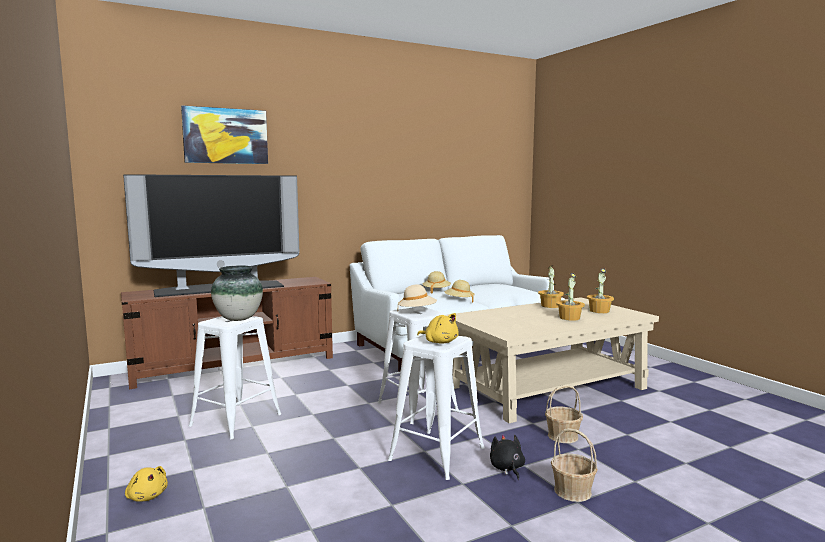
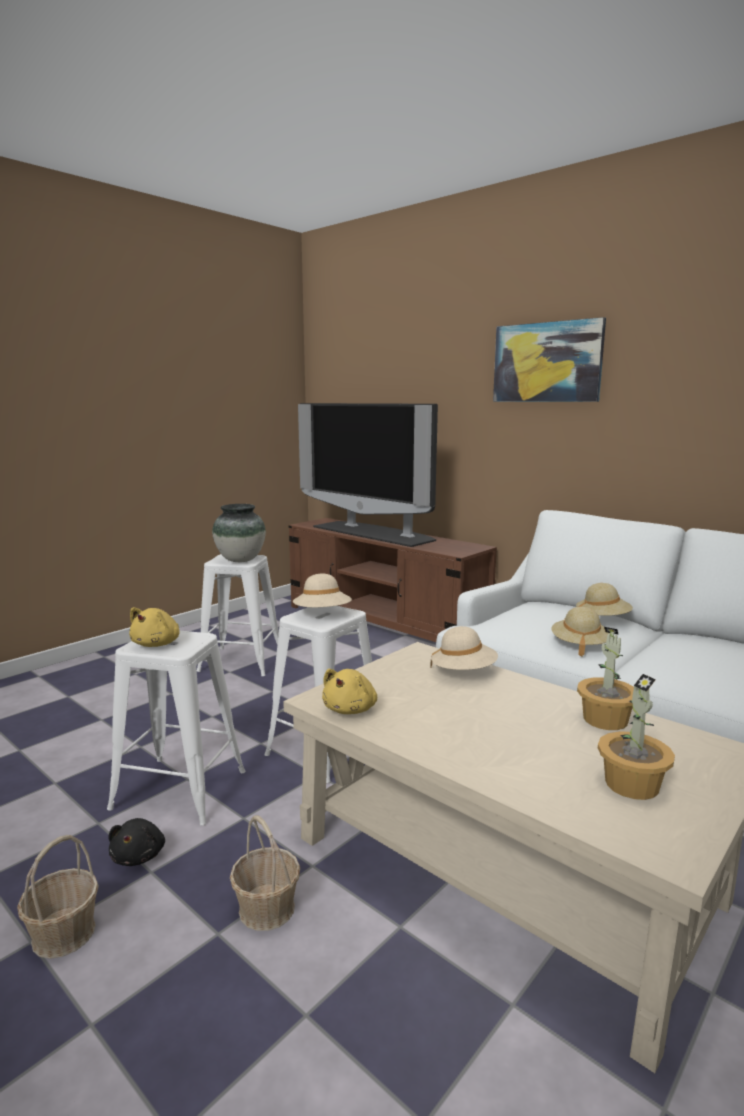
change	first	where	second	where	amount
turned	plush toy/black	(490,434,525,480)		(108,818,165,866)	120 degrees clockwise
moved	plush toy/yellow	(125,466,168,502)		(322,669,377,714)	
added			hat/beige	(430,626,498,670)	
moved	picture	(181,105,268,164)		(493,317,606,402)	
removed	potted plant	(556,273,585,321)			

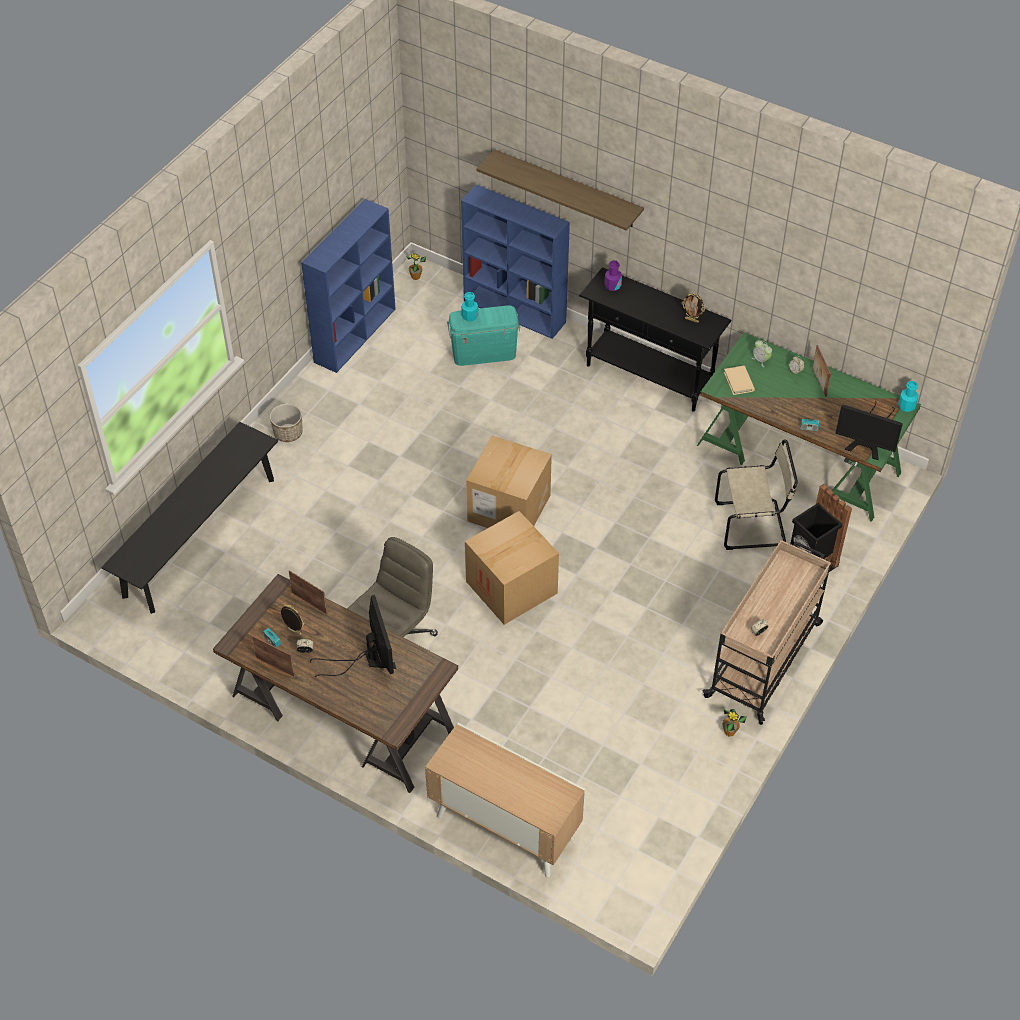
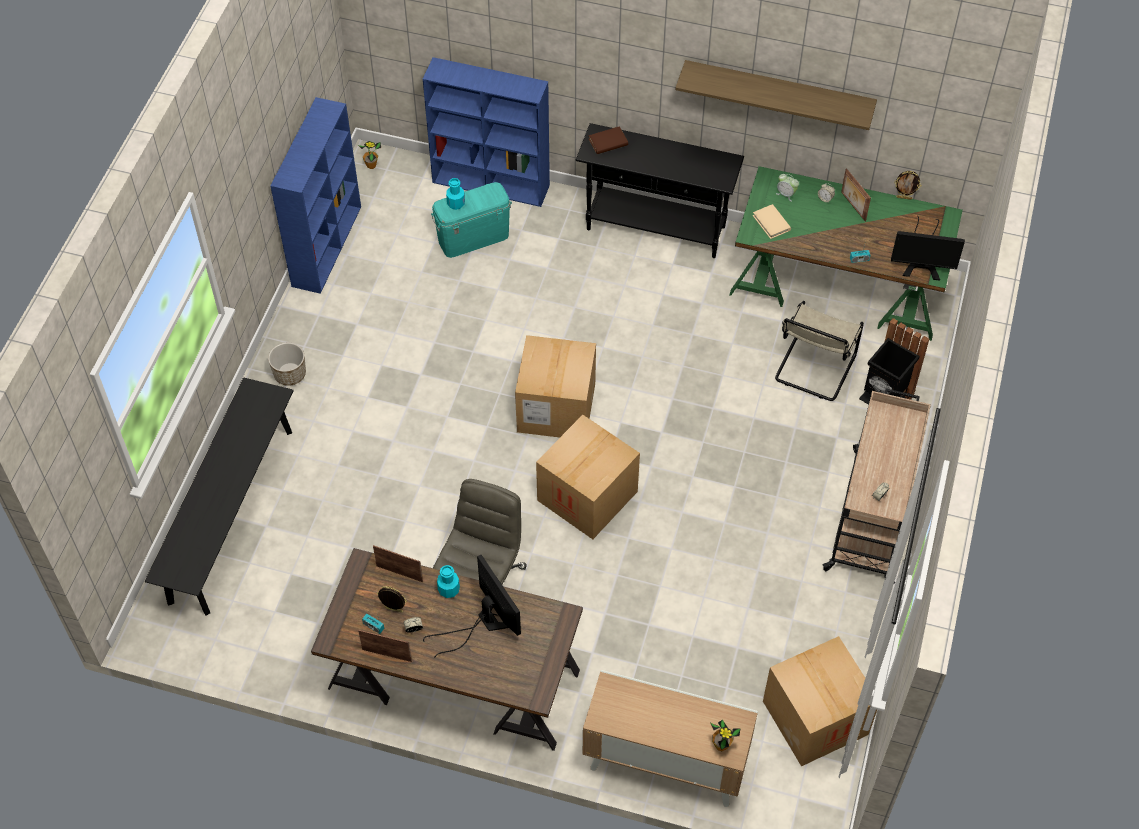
change	first	where	second	where	amount
moved	bottle/turquoise	(898,381,919,412)		(437,565,460,598)	
replaced	bottle/purple	(605,260,622,291)	book/brown	(589,126,628,154)	
moved	shelf	(476,150,644,231)		(675,60,877,130)	
moved	potted plant	(722,708,746,737)		(710,720,740,751)	
added			cardboard box	(763,636,877,766)	
turned	chair/beige	(715,439,798,550)		(775,301,864,401)	135 degrees clockwise
moved	picture frame	(682,293,705,323)		(894,171,921,200)	

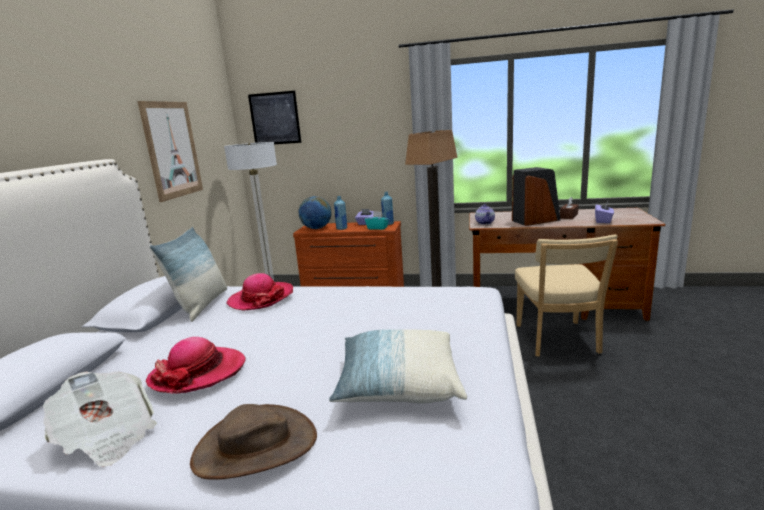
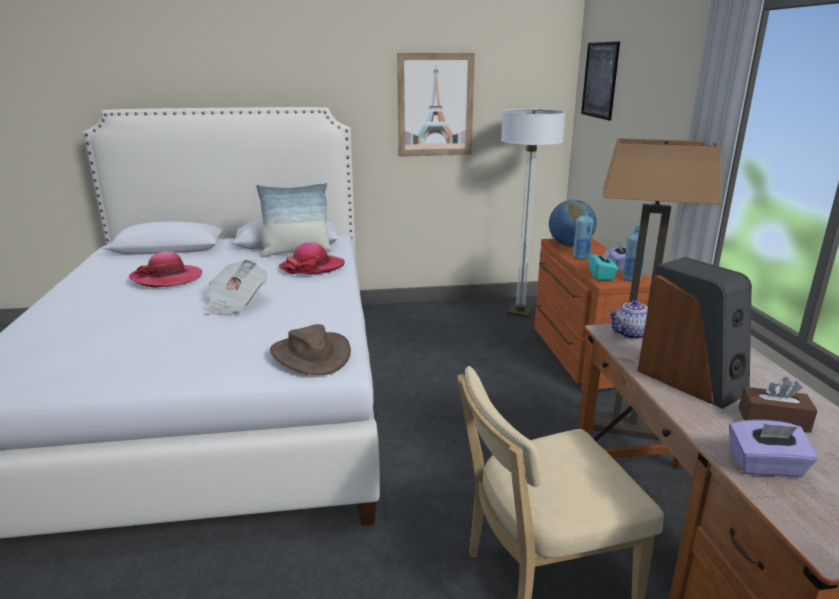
change	first	where	second	where	amount
moved	newspaper	(43,371,157,467)		(204,259,267,315)	
moved	hat/brown	(190,404,317,480)		(270,324,351,375)	
removed	pillow	(329,329,467,404)			

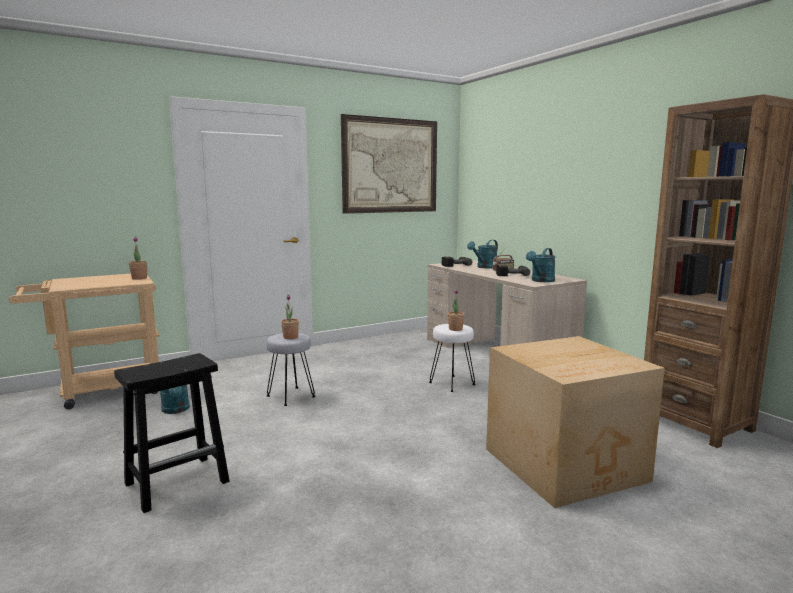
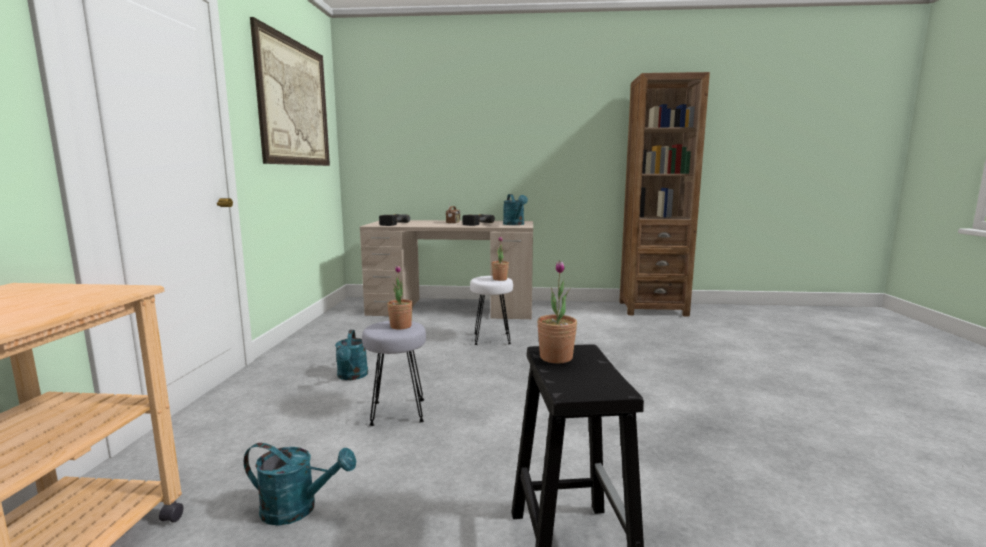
change	first	where	second	where	amount
moved	watering can/turquoise	(467,240,498,269)		(335,330,368,380)	
moved	potted plant	(129,237,147,280)		(537,261,577,363)	
removed	cardboard box	(486,336,665,508)			

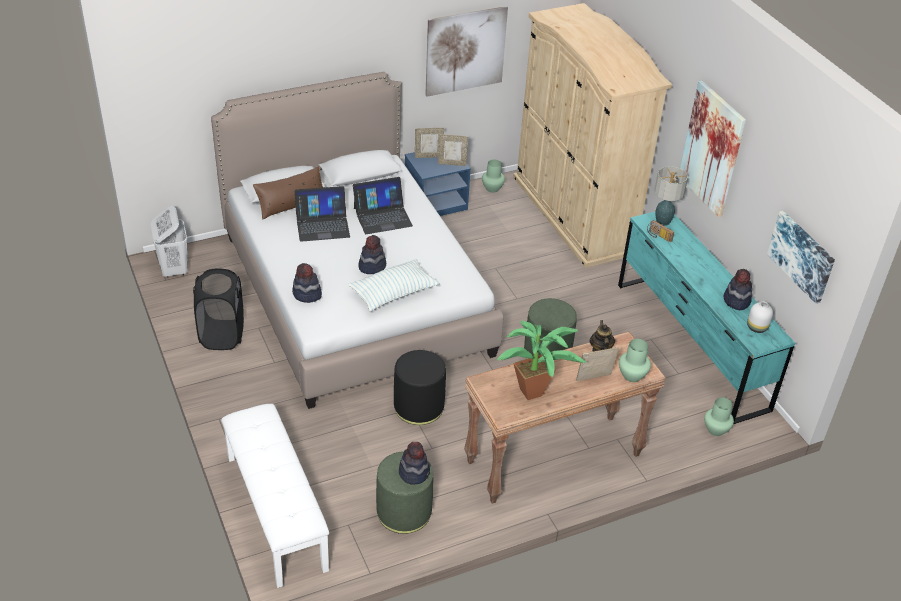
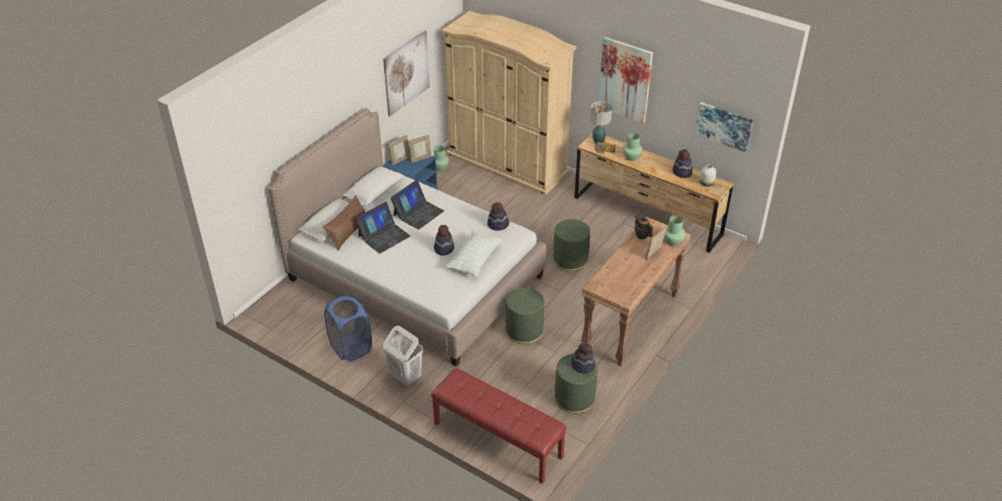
change	first	where	second	where	amount
recoloured	laundry basket/black	(193,269,244,350)	laundry basket/blue	(324,295,372,361)	
moved	laundry basket/white	(151,206,187,278)		(383,326,423,386)	
recoloured	bench/white	(221,404,329,588)	bench/red	(431,368,567,484)	
moved	hat	(292,263,322,303)		(487,203,509,231)	
recoloured	ottoman/black	(394,350,446,425)	ottoman/green	(505,288,544,344)	
recoloured	dresser/turquoise	(618,211,795,425)	dresser/brown	(574,134,733,253)	
moved	vase/green	(704,397,734,436)		(623,133,642,161)	
removed	potted plant	(497,320,586,400)			

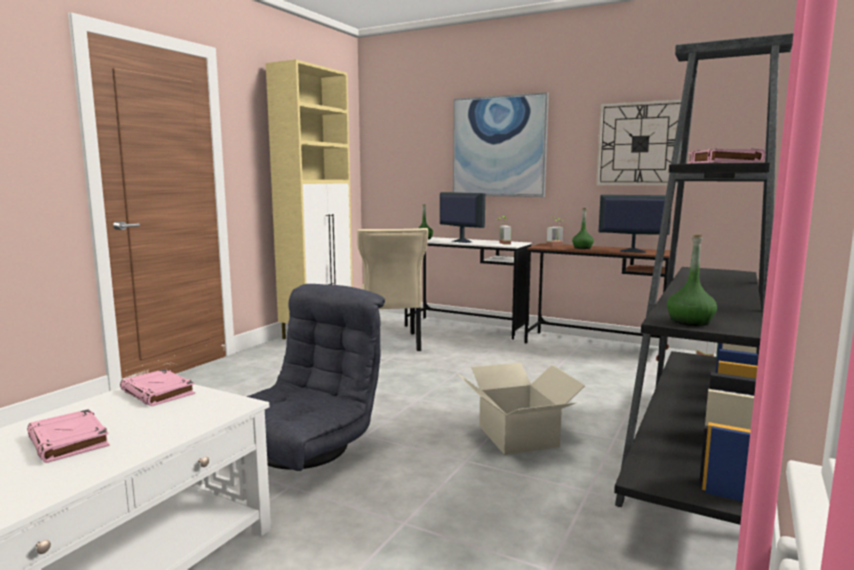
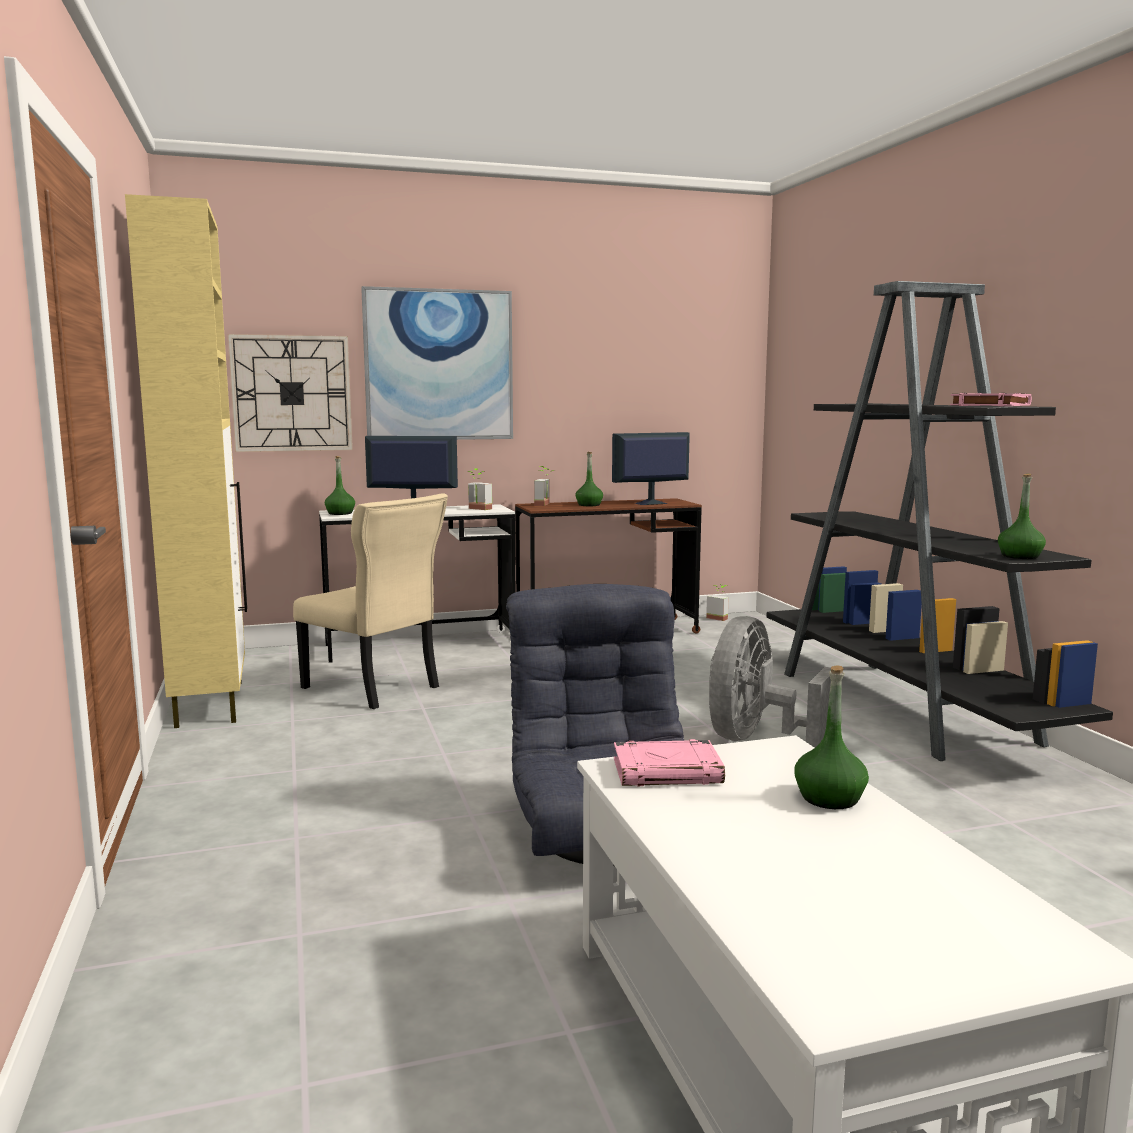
change	first	where	second	where	amount
moved	wall clock	(596,99,682,186)		(228,334,353,452)	
replaced	cardboard box	(458,362,585,455)	fan/grey	(709,616,831,748)	
added			bottle/green	(794,665,869,809)	
removed	book/pink	(27,409,110,463)			

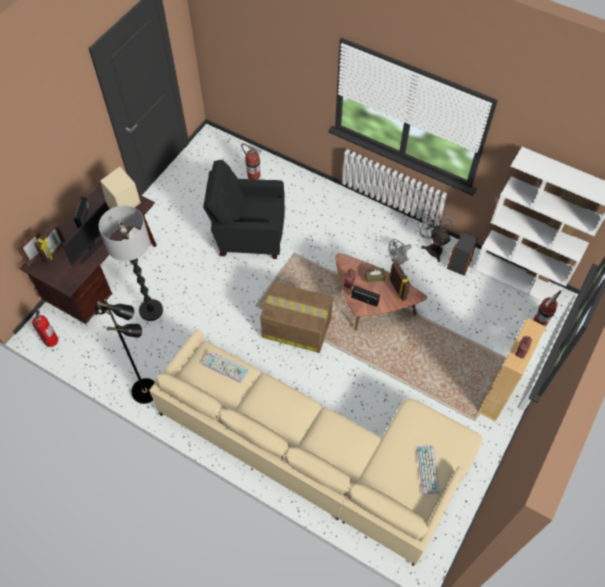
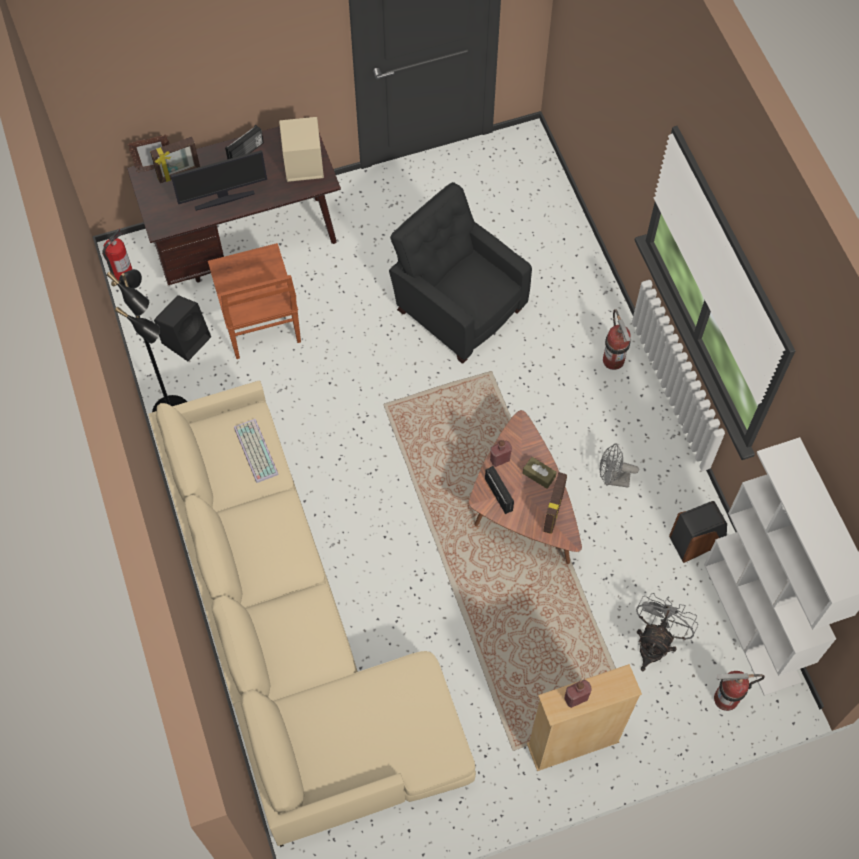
change	first	where	second	where	amount
added			speaker/black	(154,295,211,361)	
replaced	floor lamp	(99,206,163,321)	chair/brown	(208,243,301,359)	
moved	fire extinguisher	(241,143,262,179)		(603,309,631,370)	
moved	fan/grey	(418,210,455,262)		(636,593,698,671)	
removed	cardboard box	(260,282,333,353)			
removed	keyboard	(417,445,440,494)			

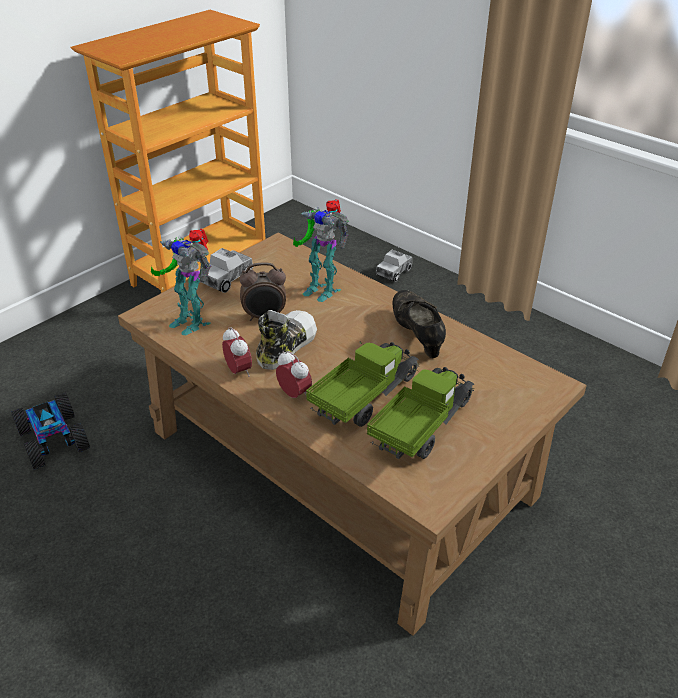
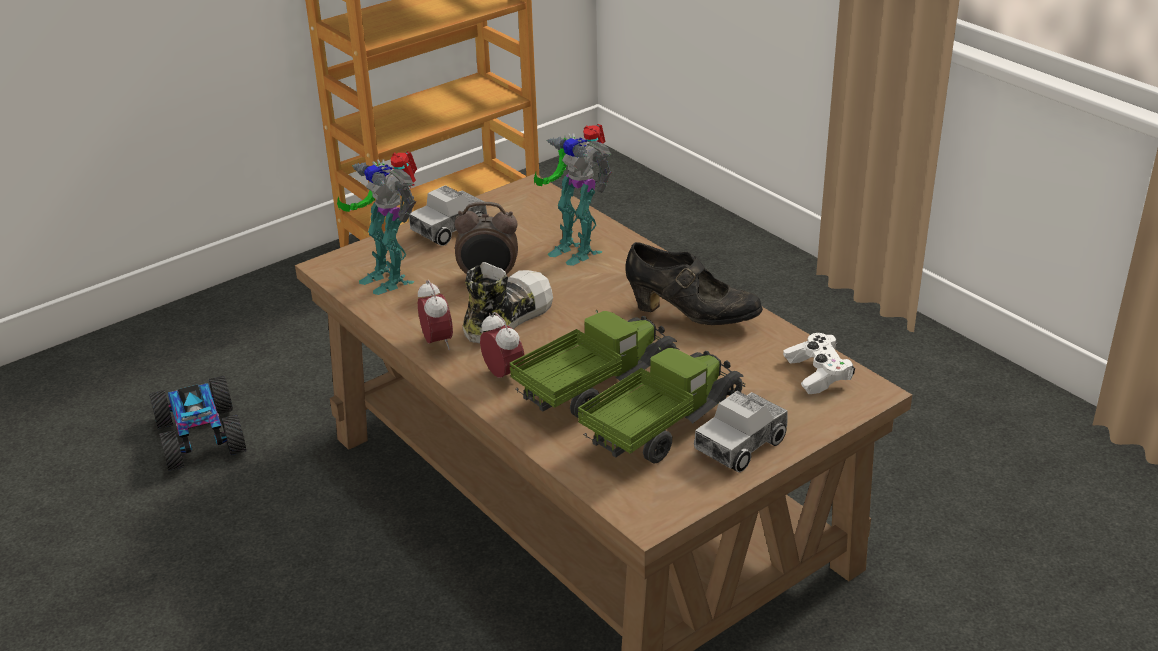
change	first	where	second	where	amount
turned	shoe/black	(393,290,446,358)		(625,242,763,325)	120 degrees clockwise
moved	toy truck	(376,250,412,282)		(694,391,788,472)	
added			game controller/white	(783,333,855,394)	

